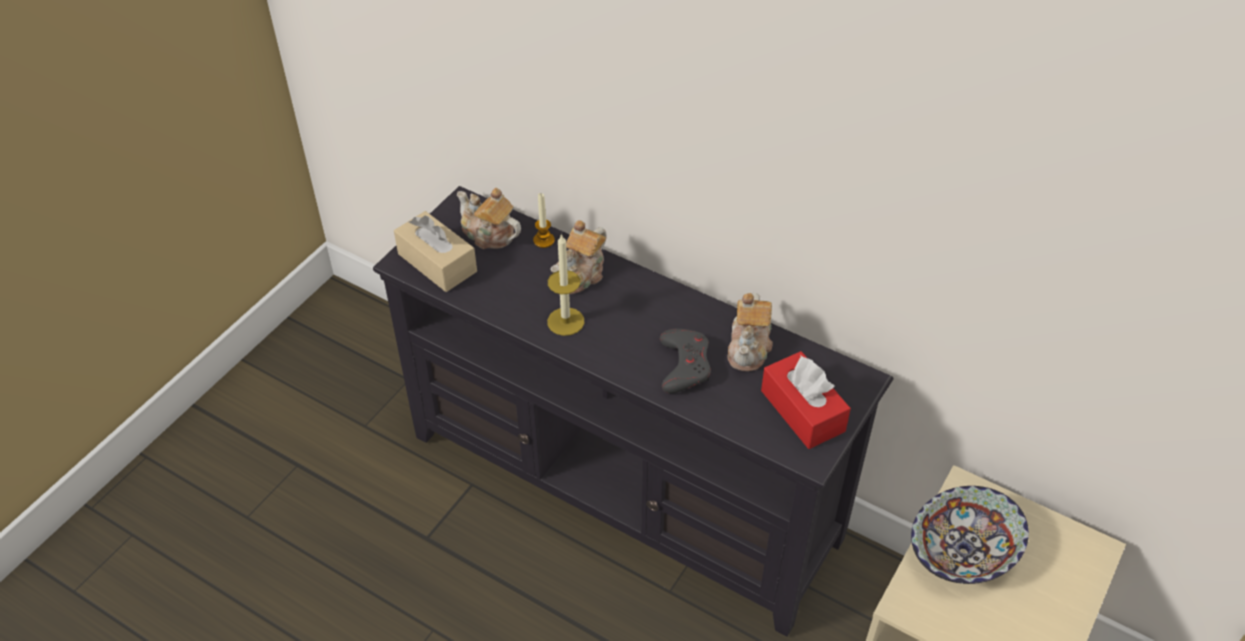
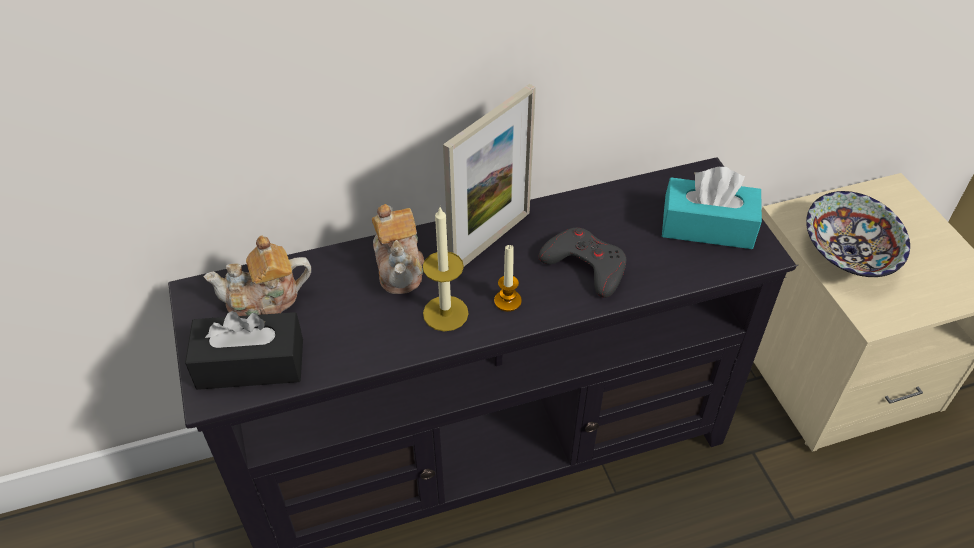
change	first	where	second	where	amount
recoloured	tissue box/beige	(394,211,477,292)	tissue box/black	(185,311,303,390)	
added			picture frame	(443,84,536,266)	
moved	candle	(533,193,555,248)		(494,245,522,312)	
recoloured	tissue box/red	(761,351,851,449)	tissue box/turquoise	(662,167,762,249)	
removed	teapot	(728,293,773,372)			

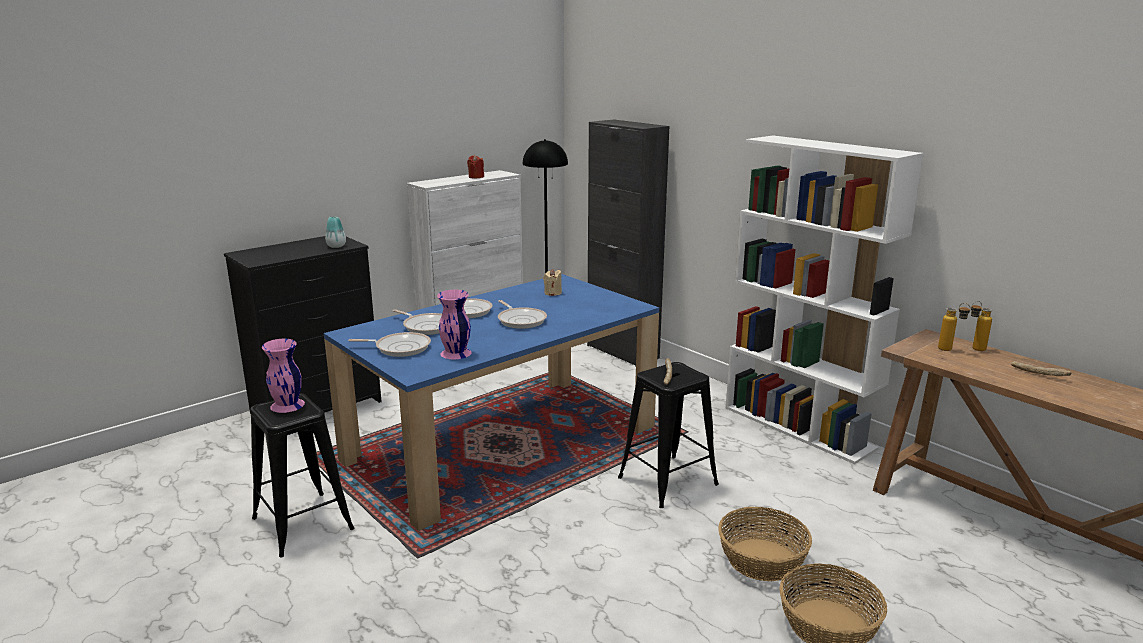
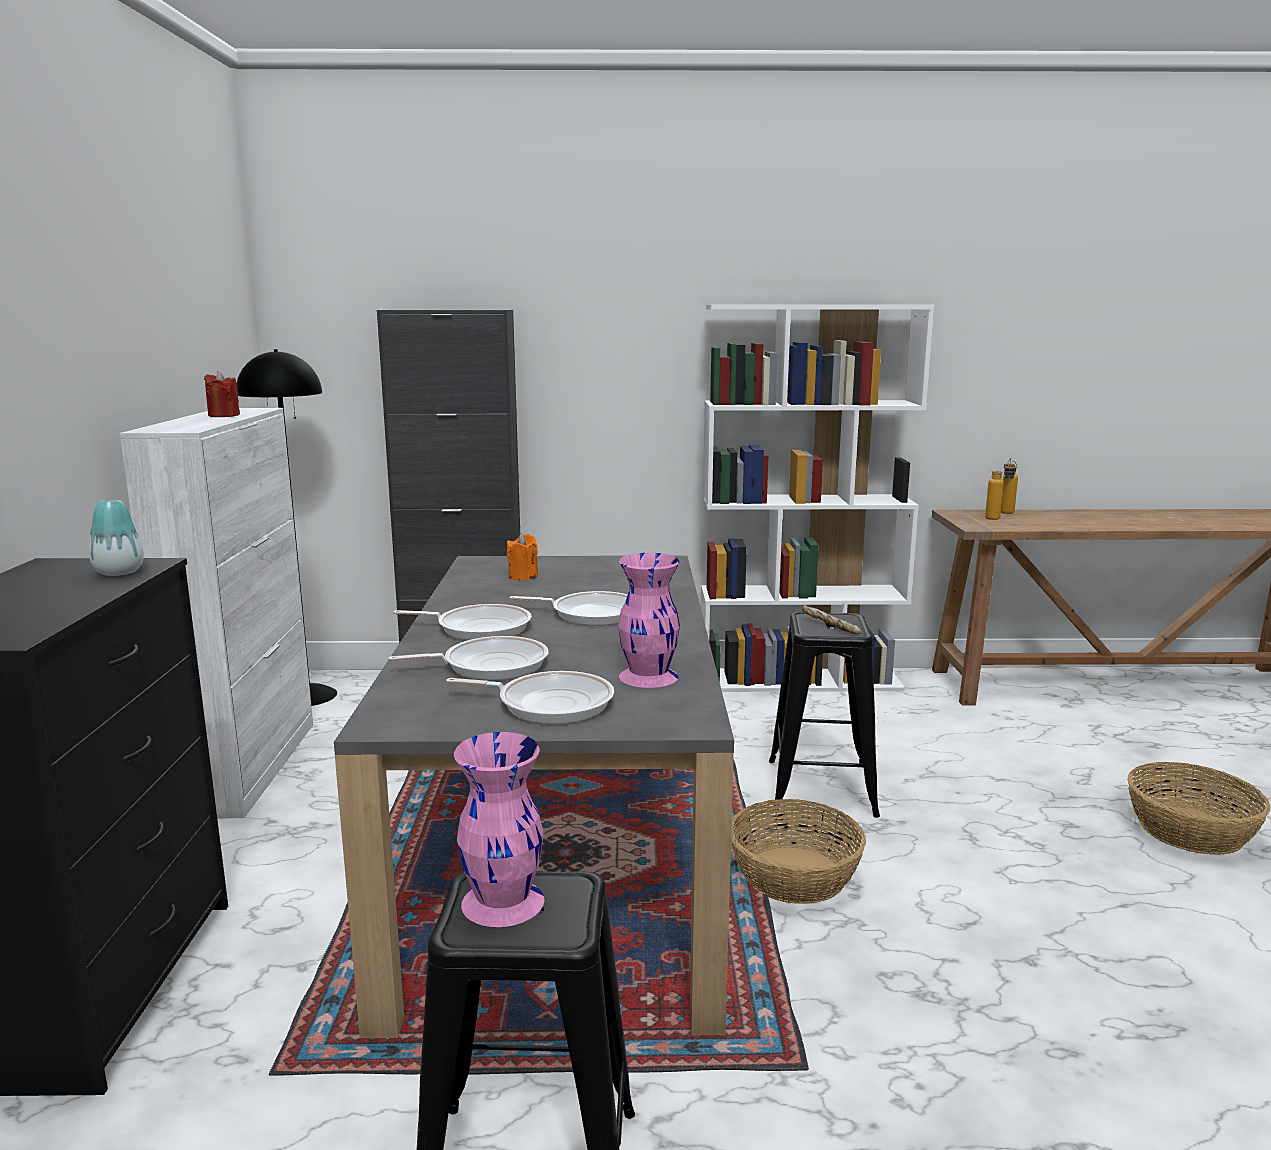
change	first	where	second	where	amount
recoloured	dining table/blue	(324,274,659,531)	dining table/grey	(334,555,734,1038)	
turned	frying pan	(348,332,431,357)		(446,671,614,724)	60 degrees clockwise
recoloured	candle/beige	(543,269,562,296)	candle/orange	(507,534,538,580)	
moved	basket	(718,507,812,581)		(731,799,866,904)	
removed	bread	(1011,361,1071,376)			

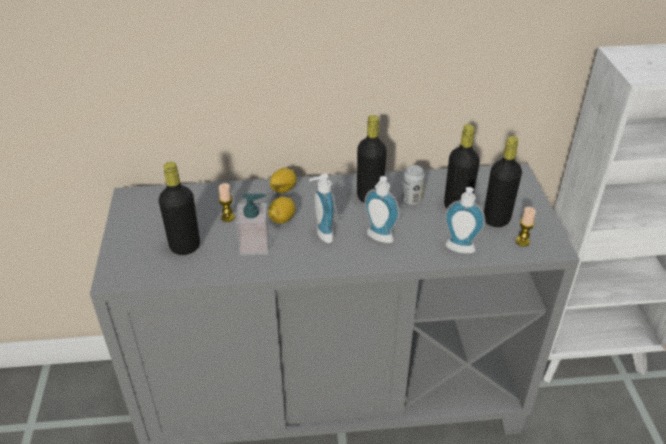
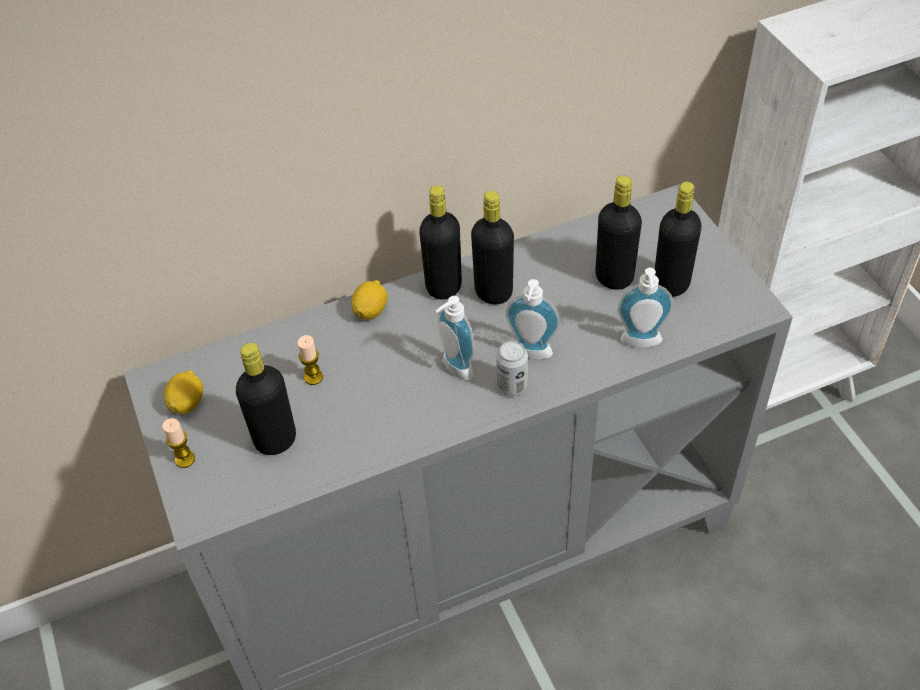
change	first	where	second	where	amount
moved	candle	(516,207,536,246)		(162,418,195,468)	
moved	lemon	(268,196,296,224)		(164,370,203,414)	
added			bottle/black	(419,185,462,300)	
moved	can	(402,165,425,205)		(496,341,528,396)	
removed	soap dispenser	(235,194,269,256)			

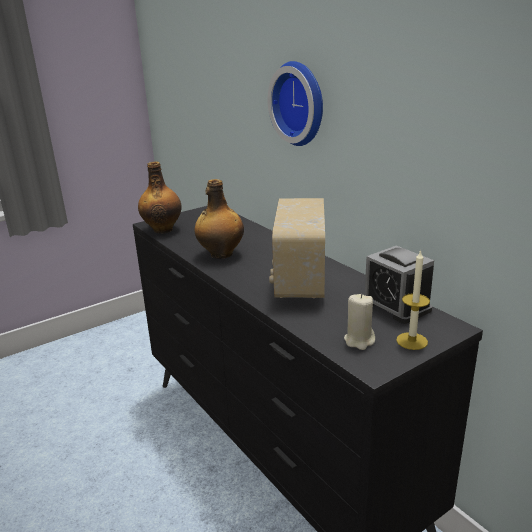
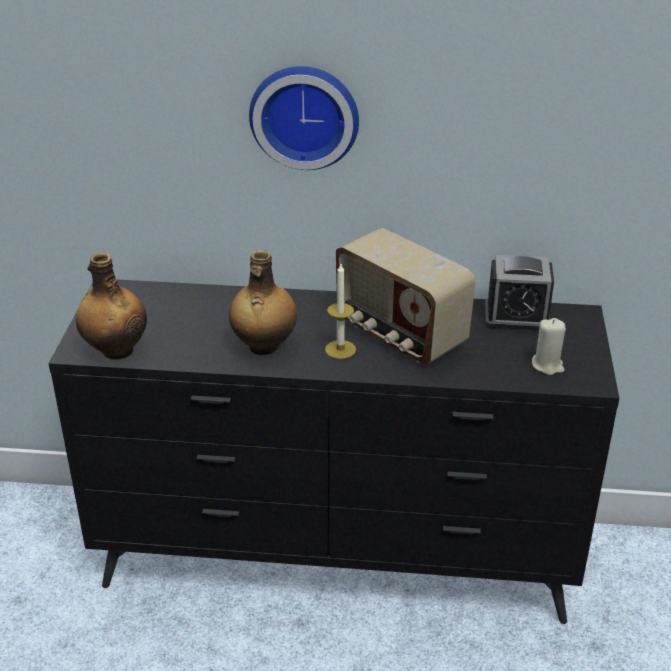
change	first	where	second	where	amount
moved	candle	(396,250,430,350)		(325,264,356,359)	

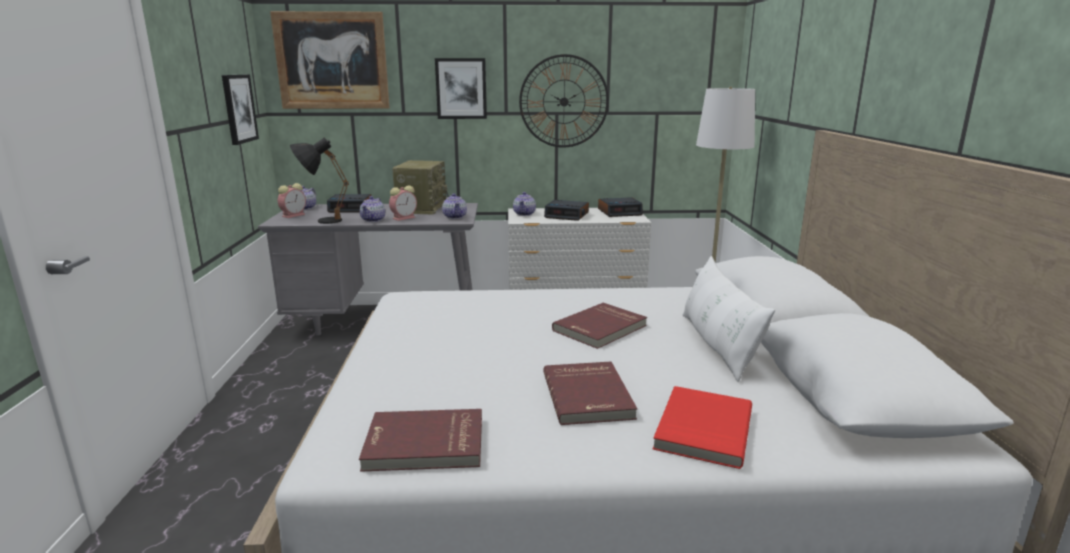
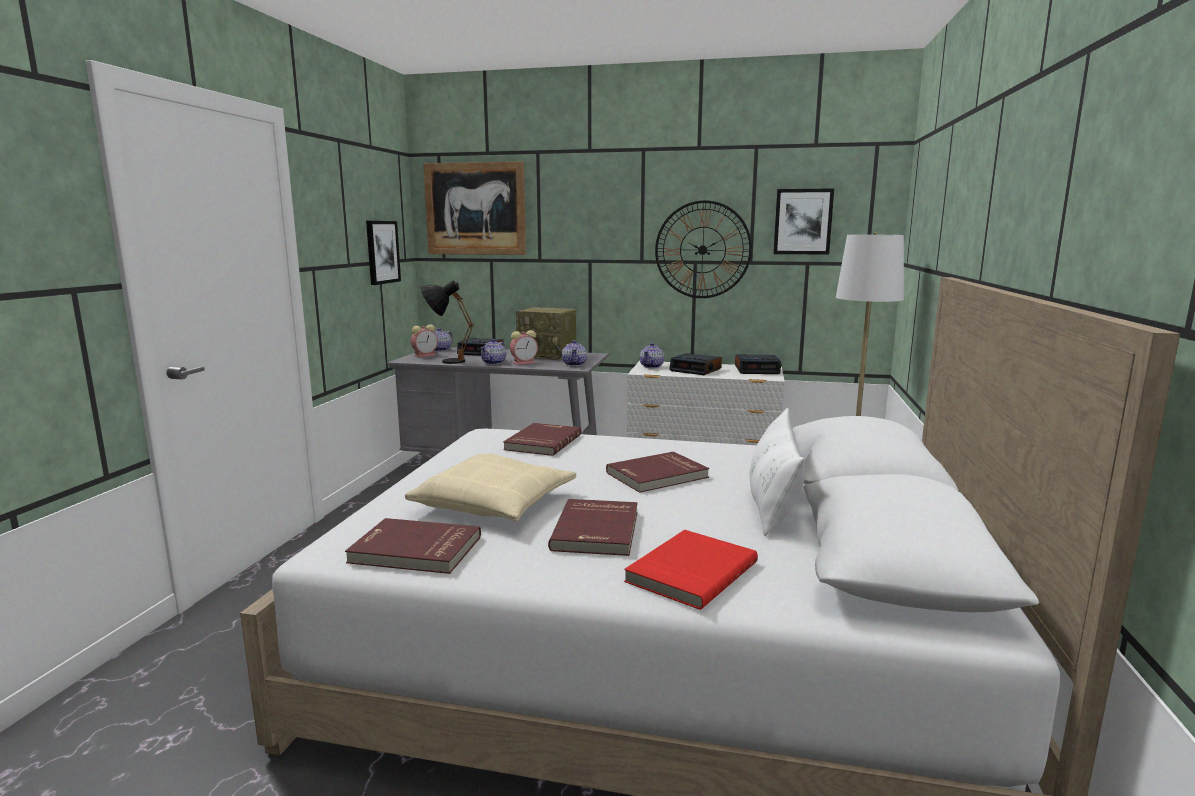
change	first	where	second	where	amount
added			pillow/beige	(405,454,576,521)	
added			book/red	(503,423,581,456)	
turned	radio	(392,160,449,215)		(516,307,576,360)	90 degrees clockwise
moved	picture	(435,58,487,119)		(773,188,834,255)	

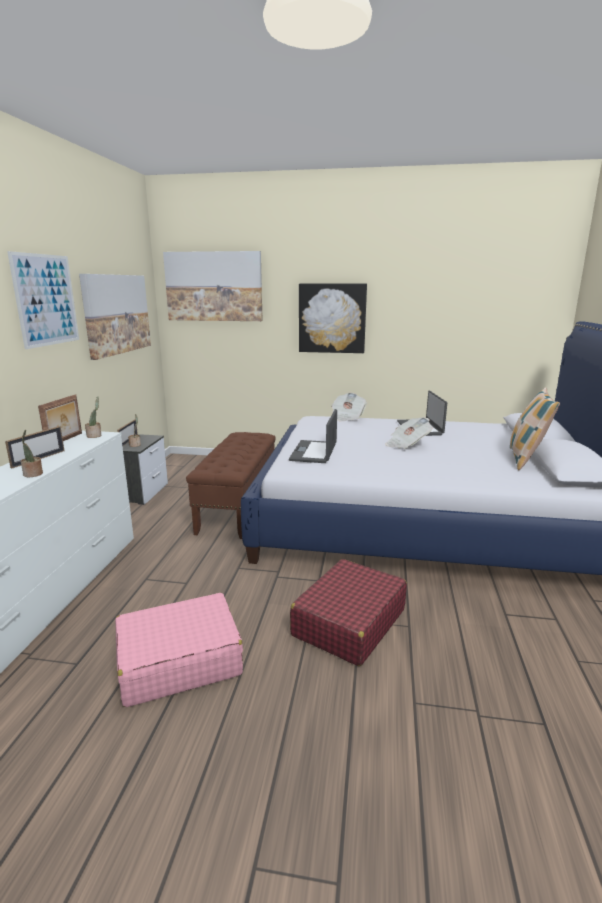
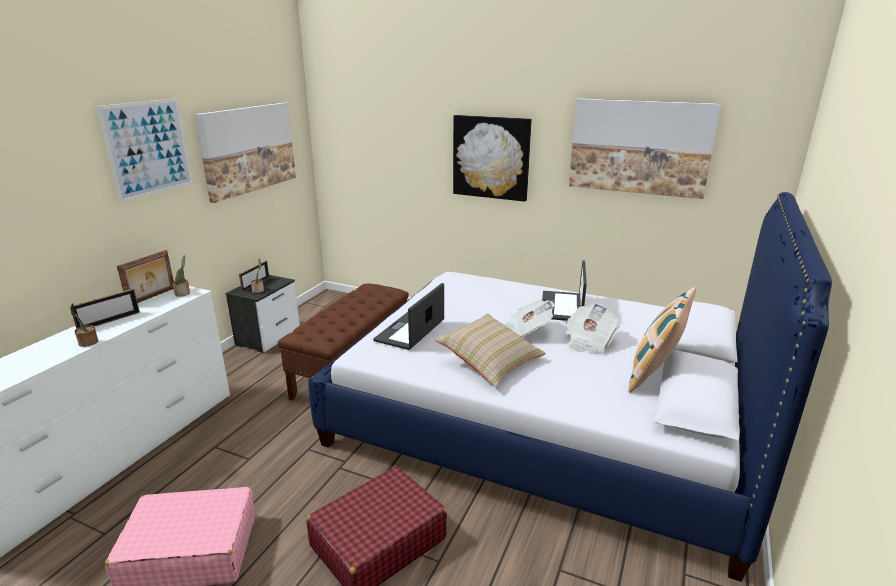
change	first	where	second	where	amount
added			pillow/beige	(434,313,546,388)	
moved	newspaper	(331,393,367,421)		(566,303,620,352)	
moved	picture	(163,251,263,321)		(569,98,721,199)	

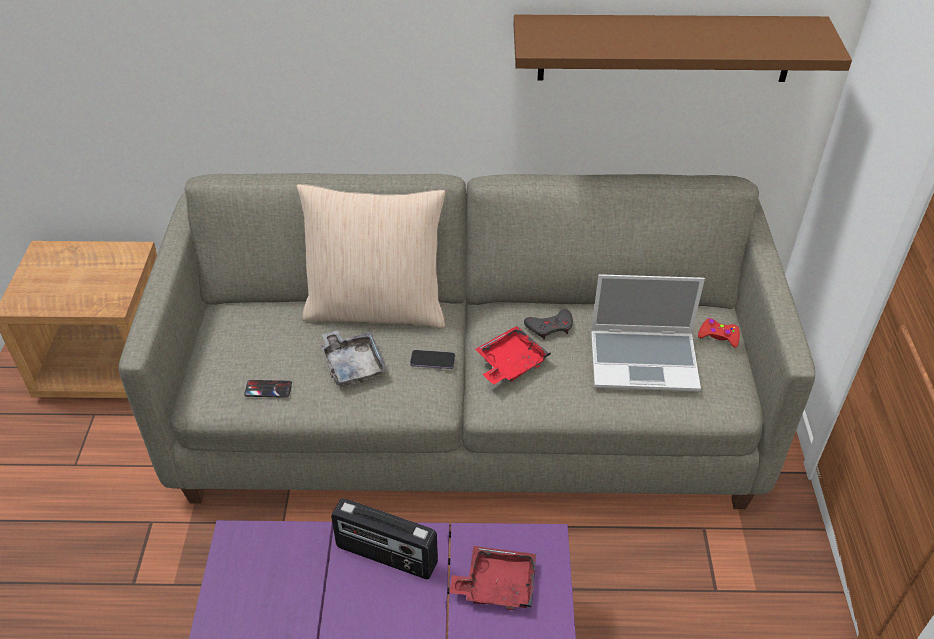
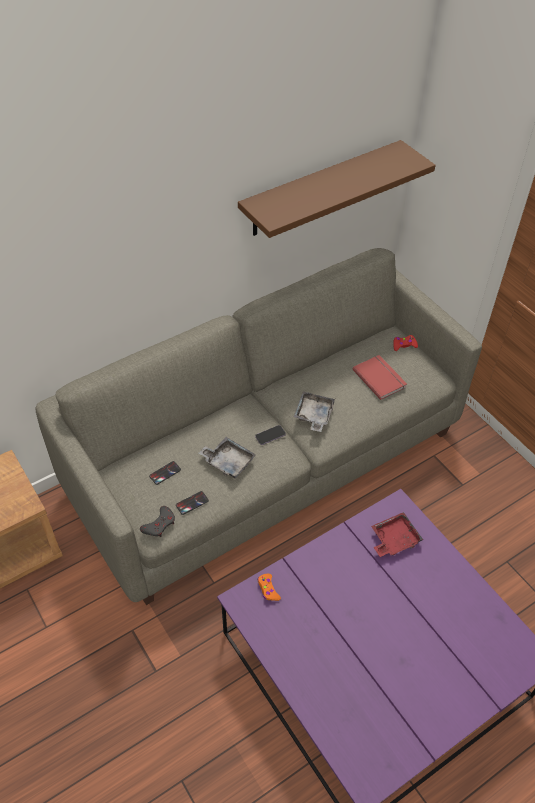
change	first	where	second	where	amount
moved	game controller/grey	(524,309,573,340)		(140,506,175,537)	
added			phone	(149,461,181,485)	
added			game controller/orange	(258,574,281,601)	
recoloured	tray/red	(475,326,551,385)	tray/grey	(293,391,335,432)	
replaced	laptop	(591,274,705,392)	book/red	(353,355,407,400)	
removed	pillow/beige	(297,184,445,328)			
removed	radio	(331,498,438,579)			

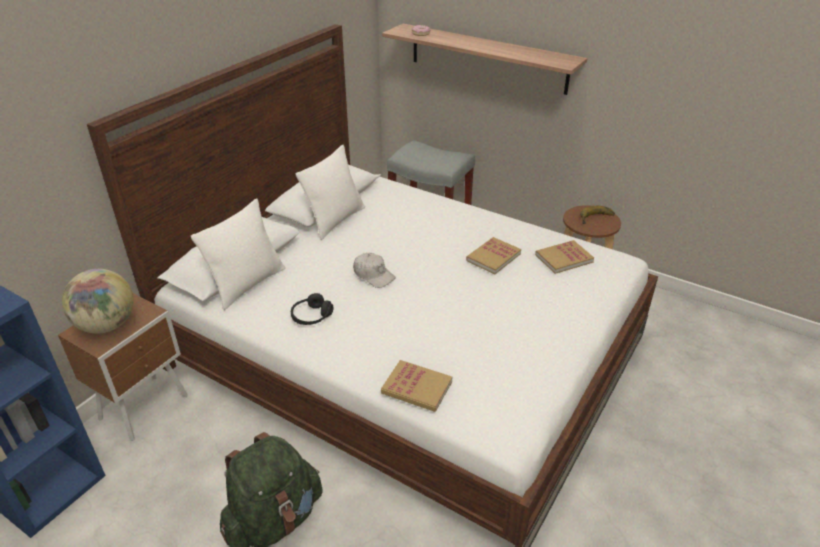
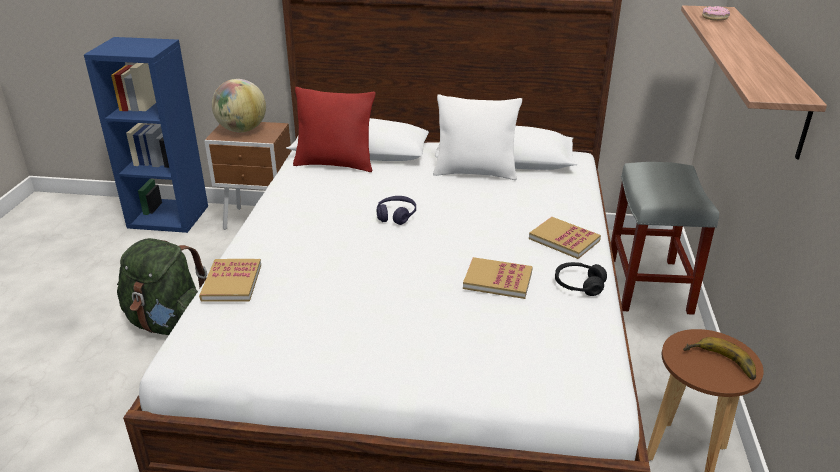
change	first	where	second	where	amount
recoloured	pillow/white	(191,199,285,310)	pillow/red	(293,87,375,172)	
replaced	cap/white	(353,253,396,288)	headphones/purple	(377,196,416,225)	
moved	book	(535,240,594,274)		(529,217,601,259)	
moved	headphones/black	(291,293,333,325)		(555,262,607,296)	

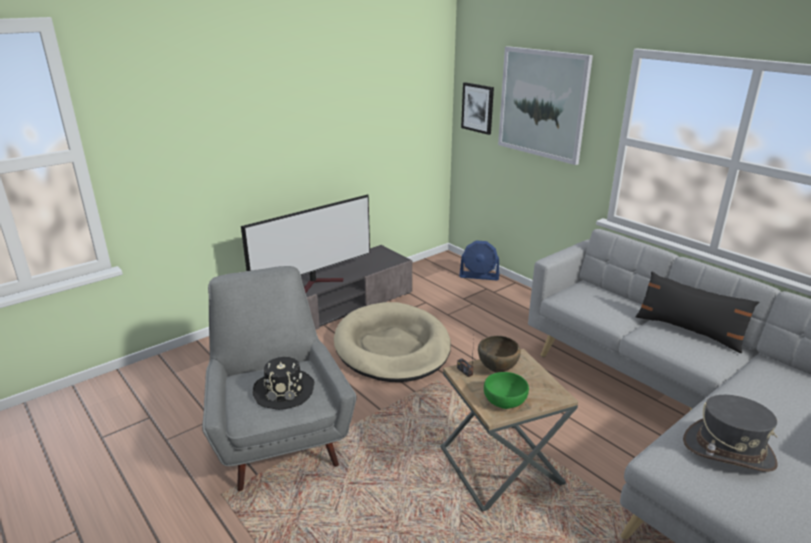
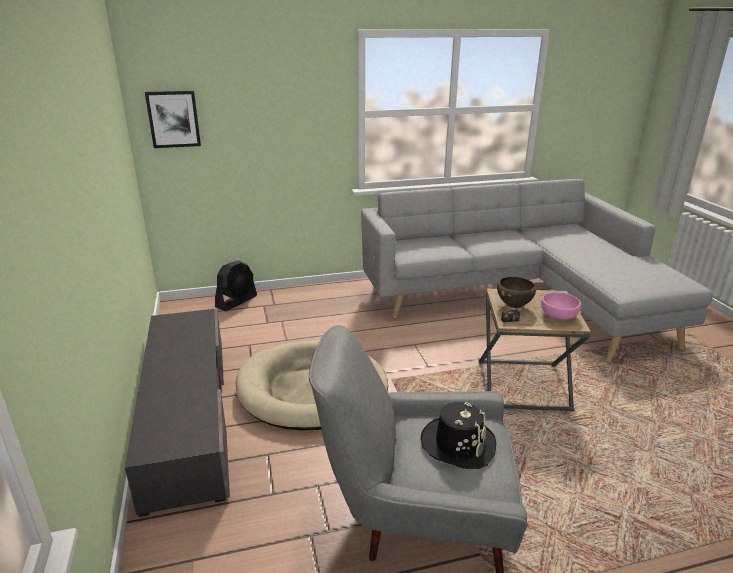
change	first	where	second	where	amount
recoloured	fan/blue	(459,240,499,280)	fan/black	(215,260,257,311)	
recoloured	bowl/green	(484,372,529,409)	bowl/pink	(541,292,581,320)	
removed	television	(241,195,370,293)			
removed	picture	(498,46,593,165)			
removed	pillow/black	(636,272,759,353)			
removed	hat/grey	(683,395,778,472)			

